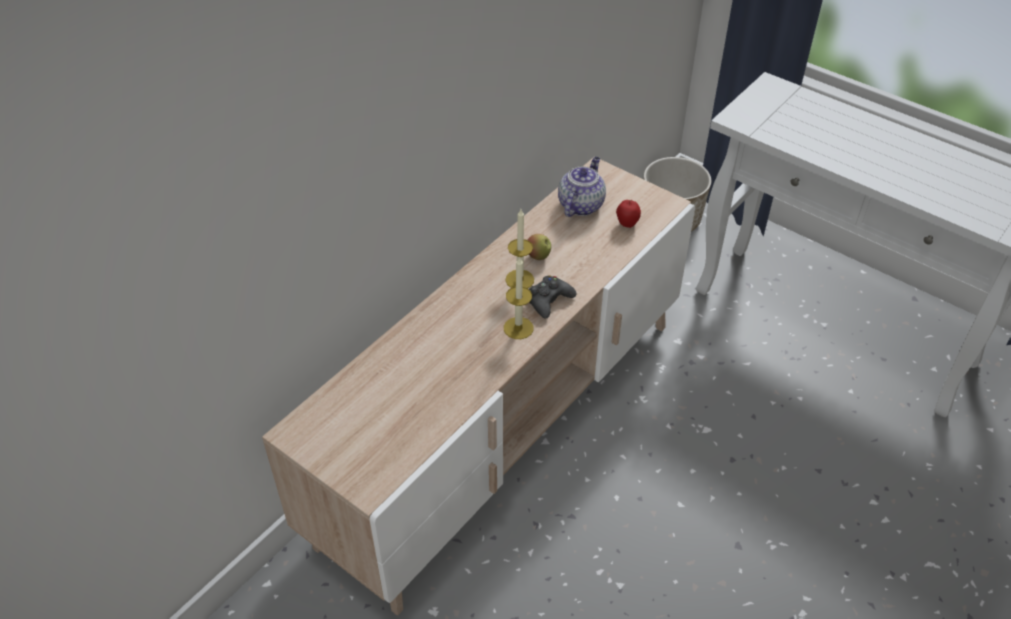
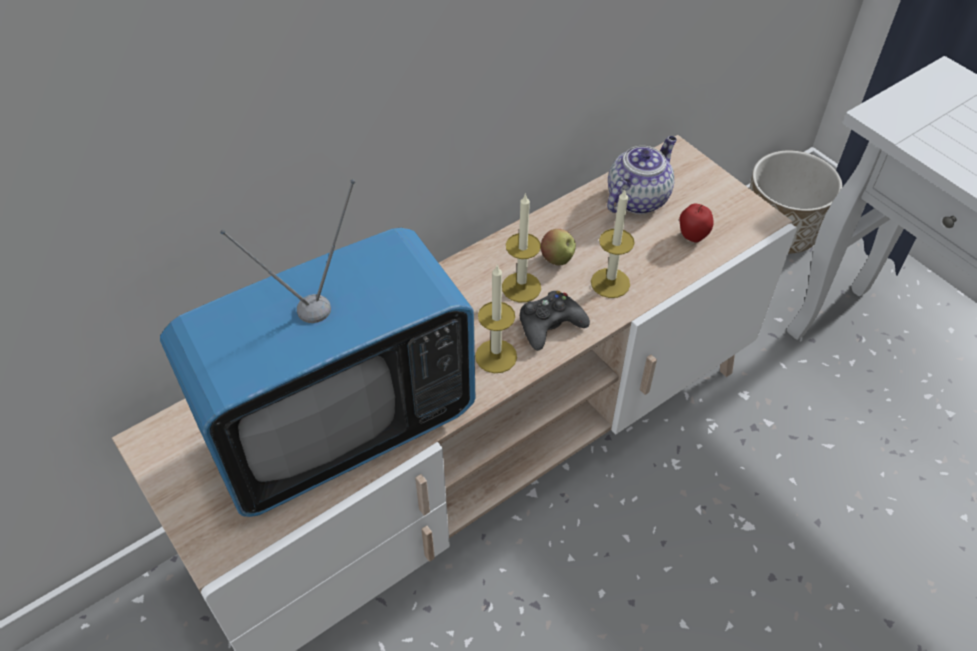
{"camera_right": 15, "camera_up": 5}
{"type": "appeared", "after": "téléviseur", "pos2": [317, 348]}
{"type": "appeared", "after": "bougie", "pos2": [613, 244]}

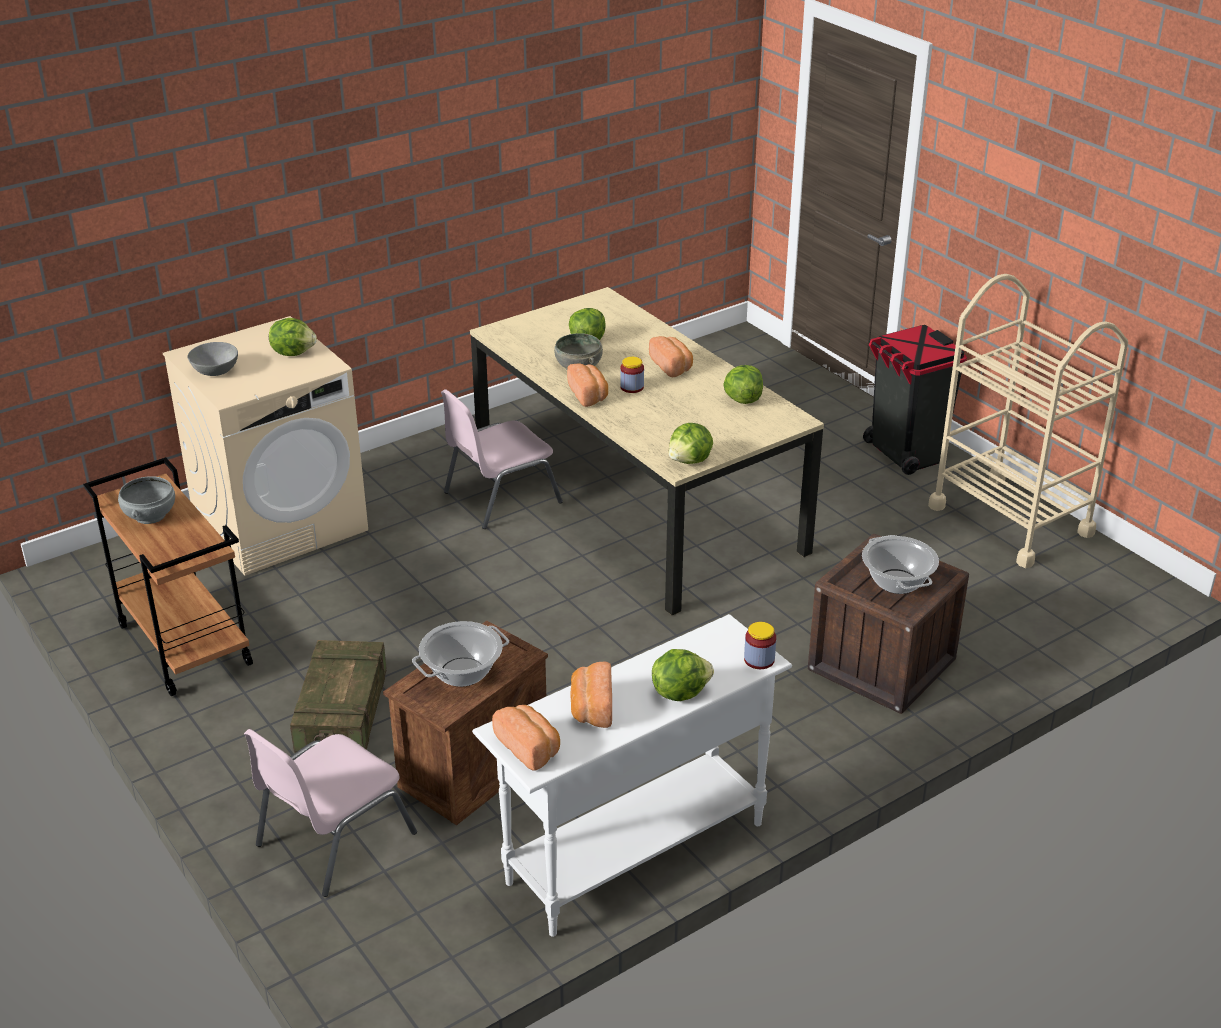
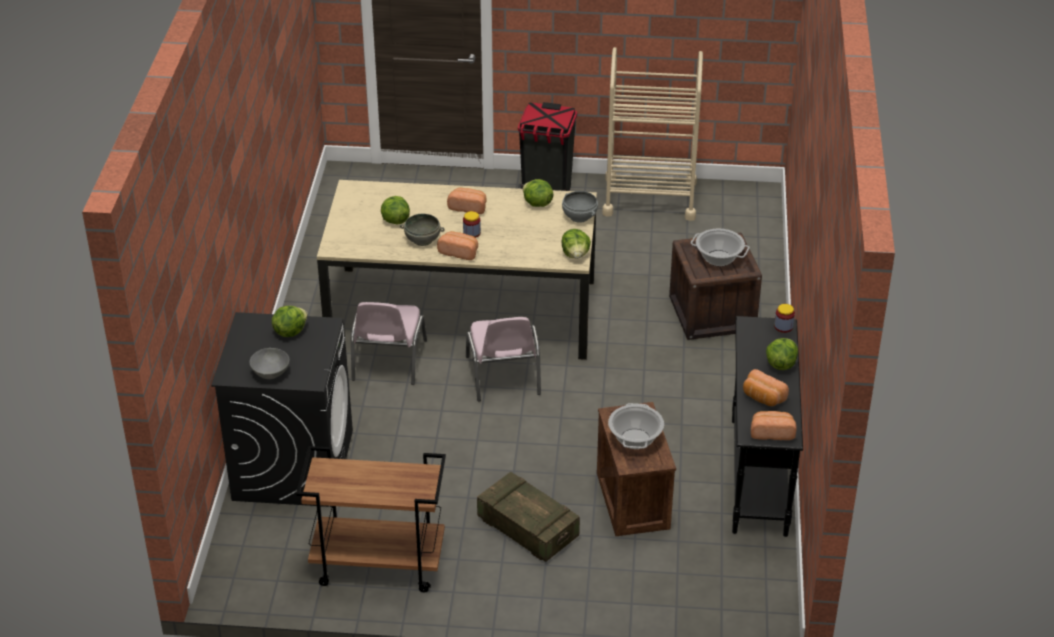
{"camera_right": -50, "camera_up": 5}
{"type": "relocated", "before": "bol [gris]", "pos1": [146, 500], "pos2": [580, 206]}
{"type": "relocated", "before": "chaise [rose]", "pos1": [330, 813], "pos2": [503, 359]}
{"type": "colour", "before": "lave-linge [beige]", "after": "lave-linge [noir]", "pos1": [265, 446], "pos2": [282, 409]}
{"type": "colour", "before": "table console [blanc]", "after": "table console [noir]", "pos1": [632, 775], "pos2": [767, 426]}

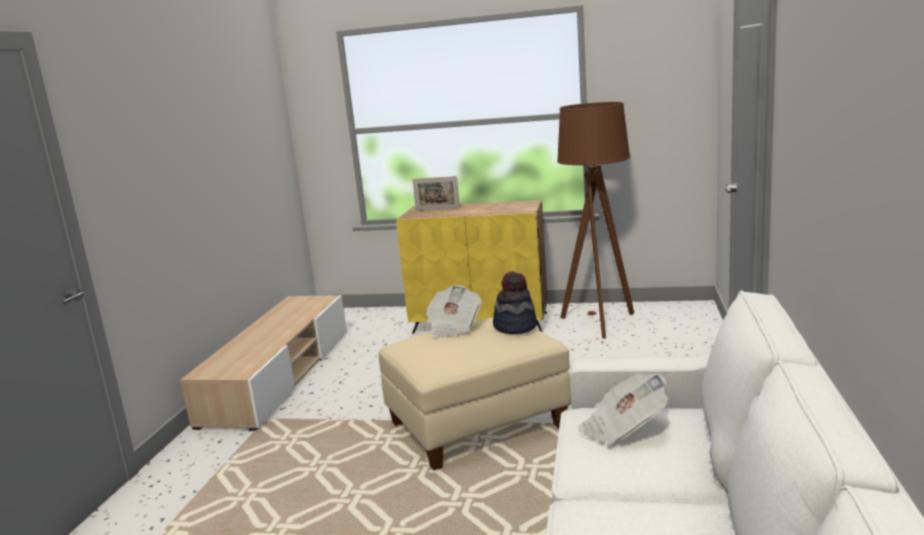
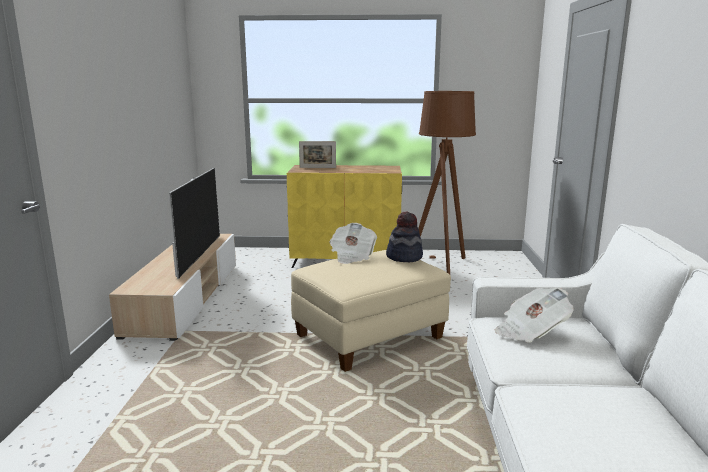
{"camera_right": -10, "camera_up": 0}
{"type": "appeared", "after": "téléviseur", "pos2": [194, 223]}

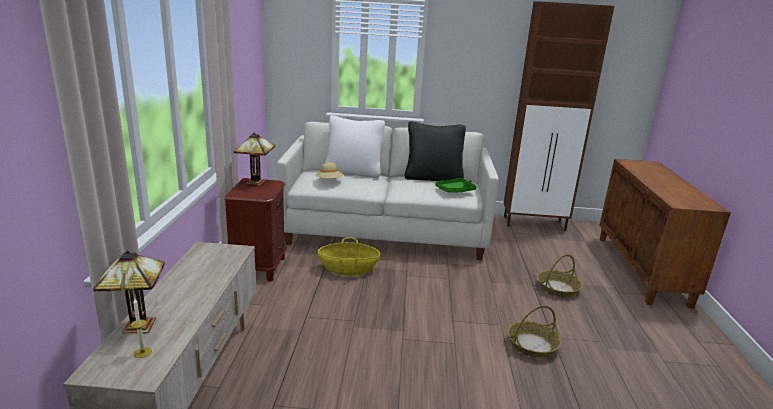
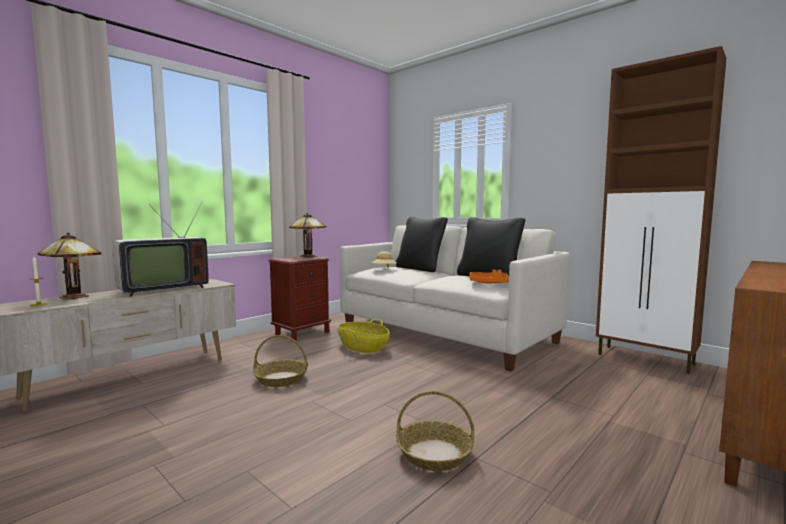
{"camera_right": 40, "camera_up": -15}
{"type": "appeared", "after": "téléviseur", "pos2": [161, 249]}
{"type": "relocated", "before": "panier", "pos1": [560, 275], "pos2": [280, 361]}
{"type": "colour", "before": "coussin [blanc]", "after": "coussin [noir]", "pos1": [355, 146], "pos2": [422, 244]}
{"type": "colour", "before": "plateau [vert]", "after": "plateau [orange]", "pos1": [455, 185], "pos2": [489, 277]}

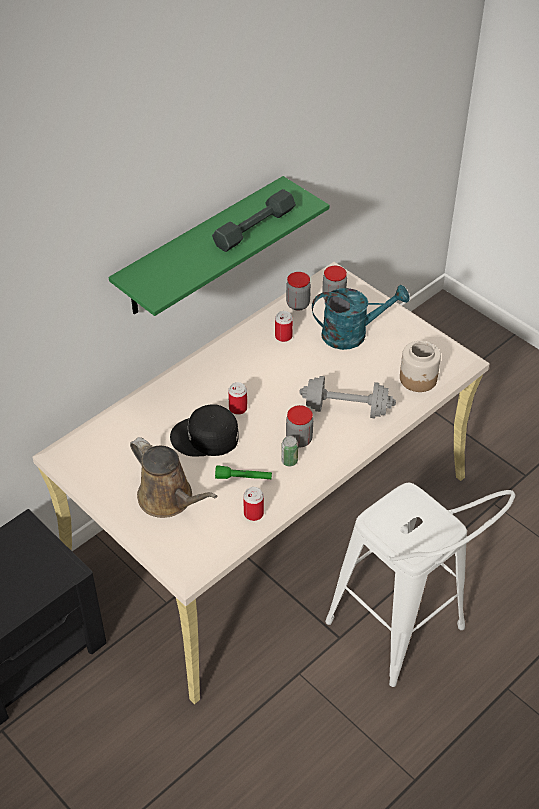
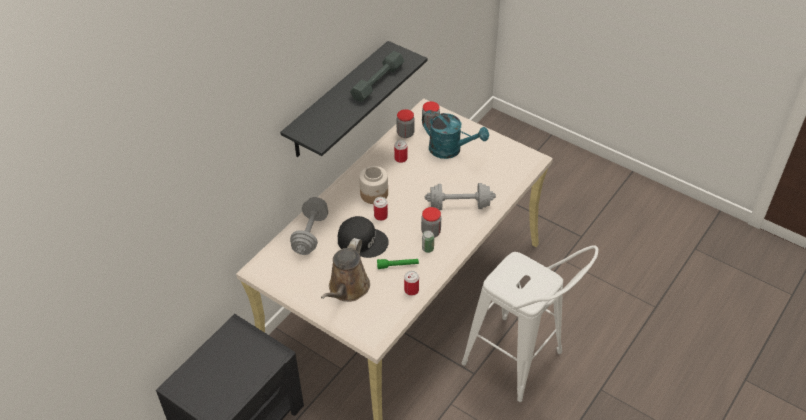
{"camera_right": -10, "camera_up": 0}
{"type": "appeared", "after": "haltère [gris]", "pos2": [309, 226]}
{"type": "relocated", "before": "bocal", "pos1": [420, 366], "pos2": [373, 185]}
{"type": "colour", "before": "étagère [vert]", "after": "étagère [noir]", "pos1": [219, 246], "pos2": [353, 99]}
{"type": "spun", "before": "arrosoir [marron]", "pos1": [173, 477], "pos2": [345, 270], "turn": 75}
{"type": "spun", "before": "casquette [noir]", "pos1": [204, 430], "pos2": [363, 237], "turn": -150}
{"type": "spun", "before": "arrosoir [turquoise]", "pos1": [361, 317], "pos2": [455, 134], "turn": 45}

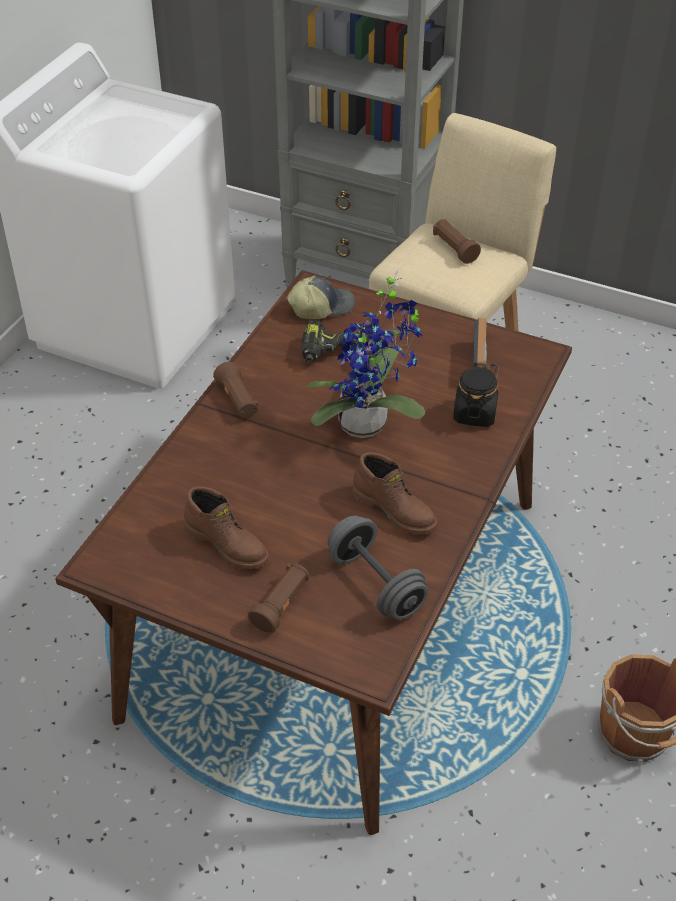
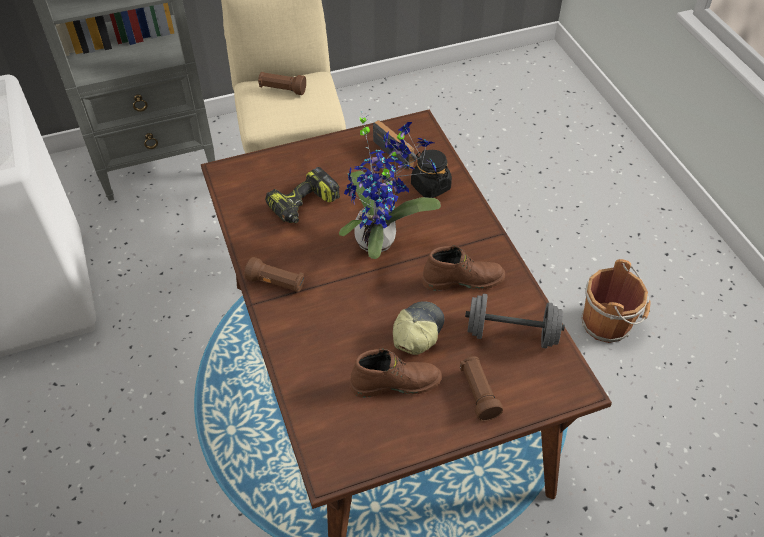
{"camera_right": -45, "camera_up": 5}
{"type": "relocated", "before": "casquette", "pos1": [321, 297], "pos2": [418, 328]}

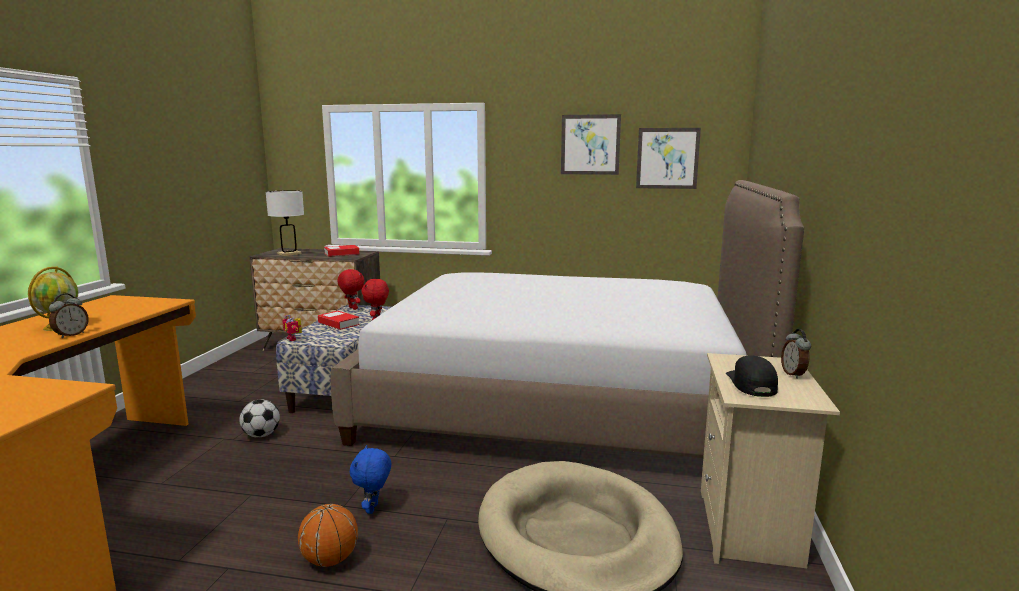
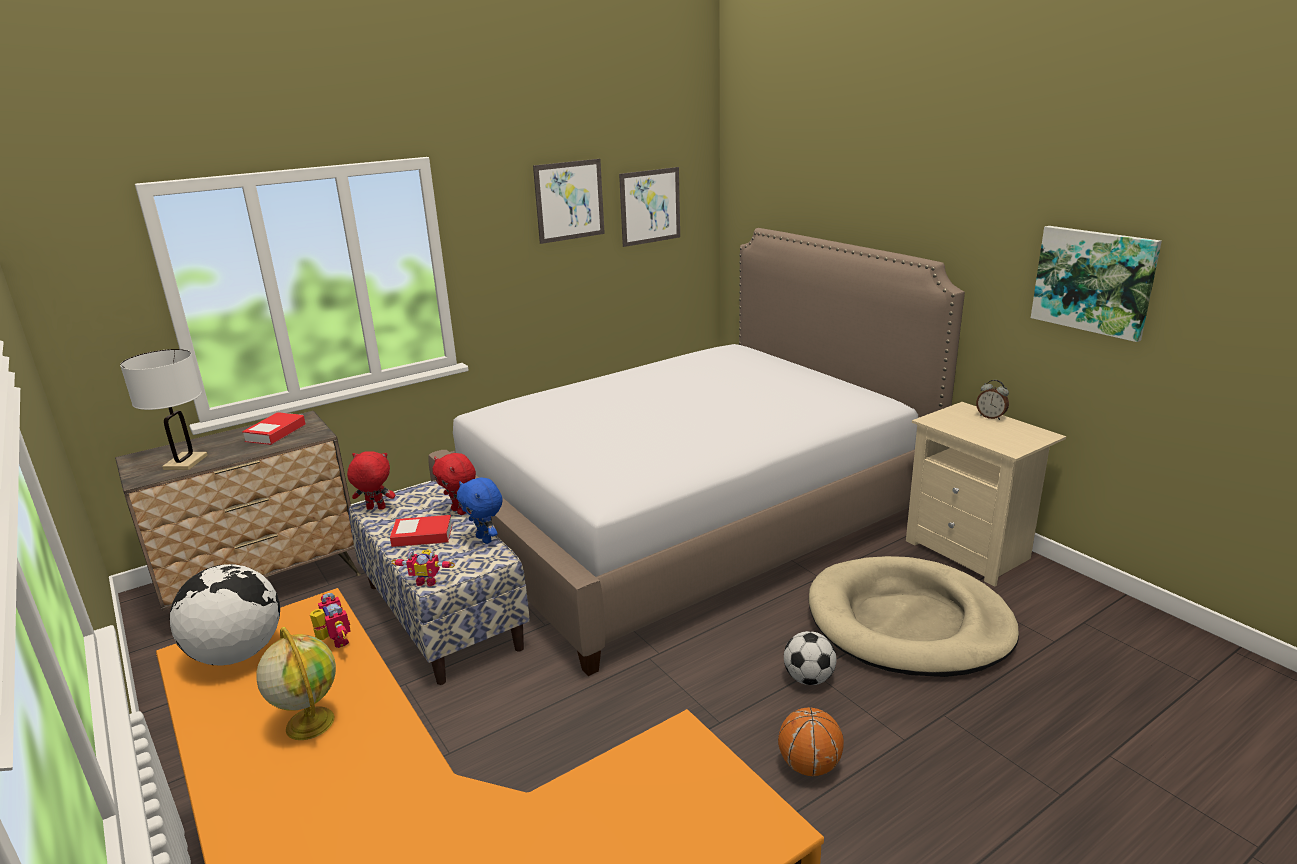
{"camera_right": -45, "camera_up": 10}
{"type": "missing", "before": "réveil", "pos1": [69, 316]}
{"type": "missing", "before": "casquette [noir]", "pos1": [752, 376]}
{"type": "appeared", "after": "globe", "pos2": [225, 615]}
{"type": "appeared", "after": "robot jouet", "pos2": [330, 620]}
{"type": "appeared", "after": "tableau", "pos2": [1096, 284]}
{"type": "relocated", "before": "ballon de foot", "pos1": [259, 418], "pos2": [810, 658]}
{"type": "relocated", "before": "peluche [bleu]", "pos1": [370, 479], "pos2": [480, 510]}

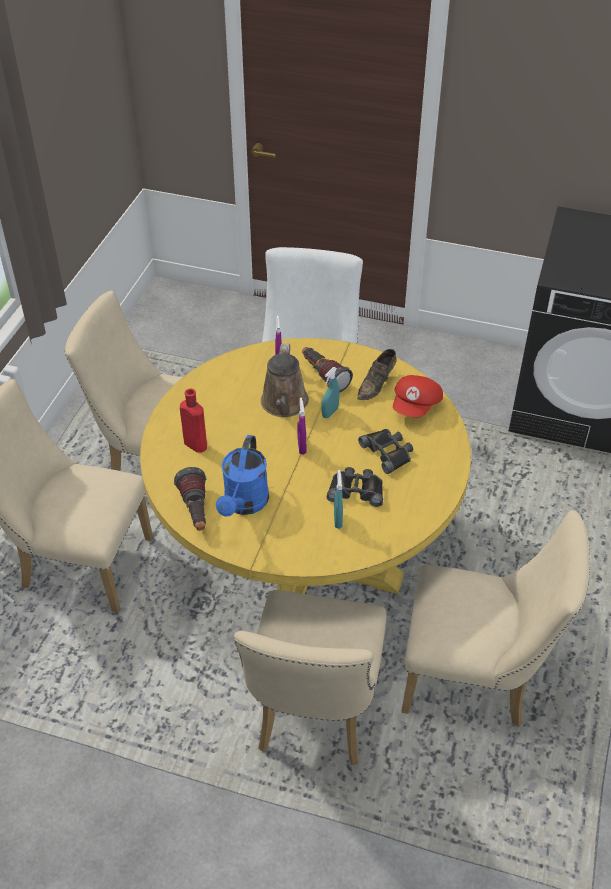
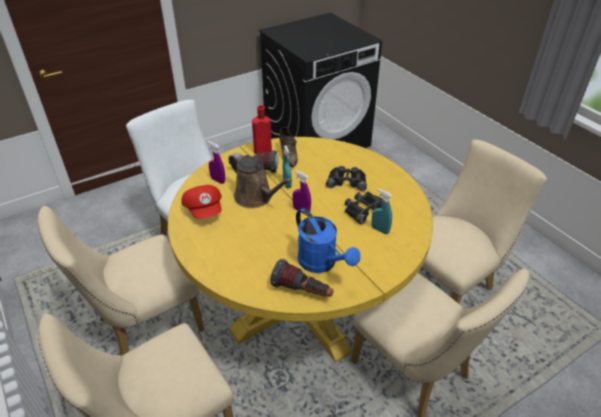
{"camera_right": -50, "camera_up": -5}
{"type": "relocated", "before": "bouteille [rouge]", "pos1": [193, 420], "pos2": [262, 130]}
{"type": "relocated", "before": "casquette [rouge]", "pos1": [418, 396], "pos2": [201, 202]}

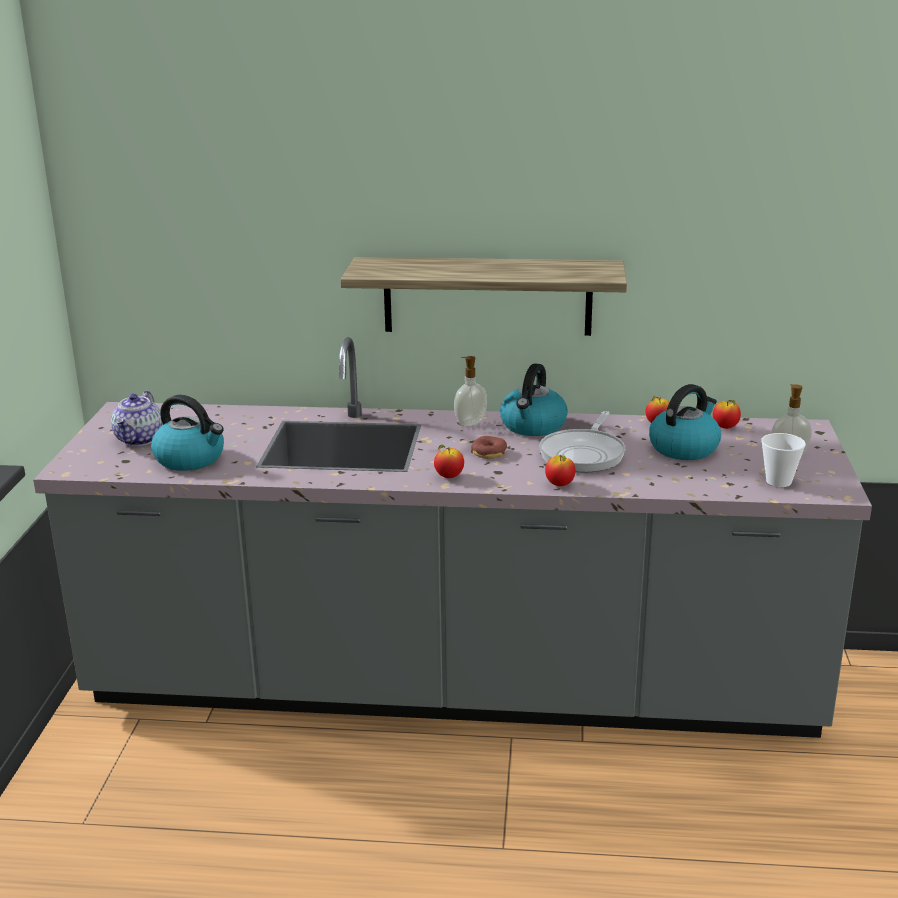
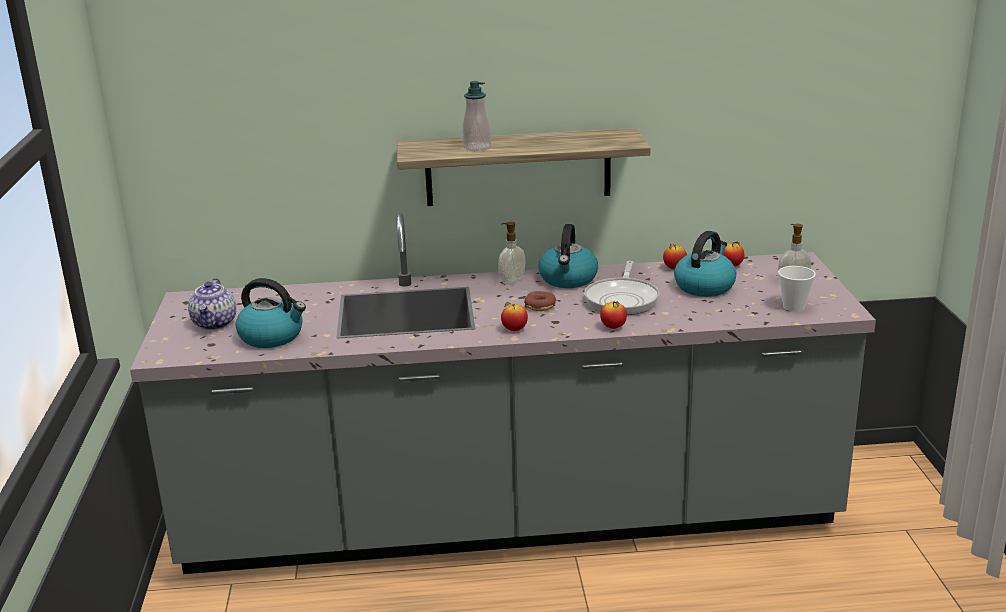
{"camera_right": -10, "camera_up": 0}
{"type": "appeared", "after": "distributeur de savon", "pos2": [477, 116]}

